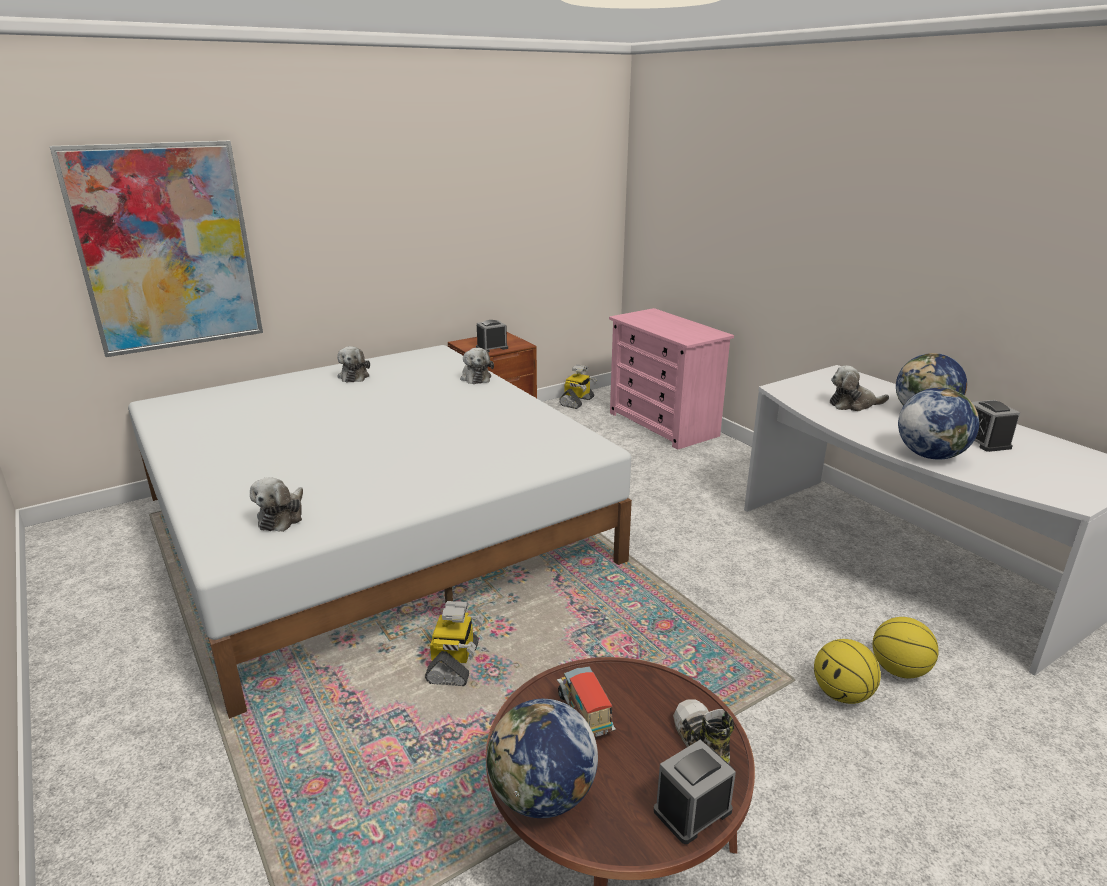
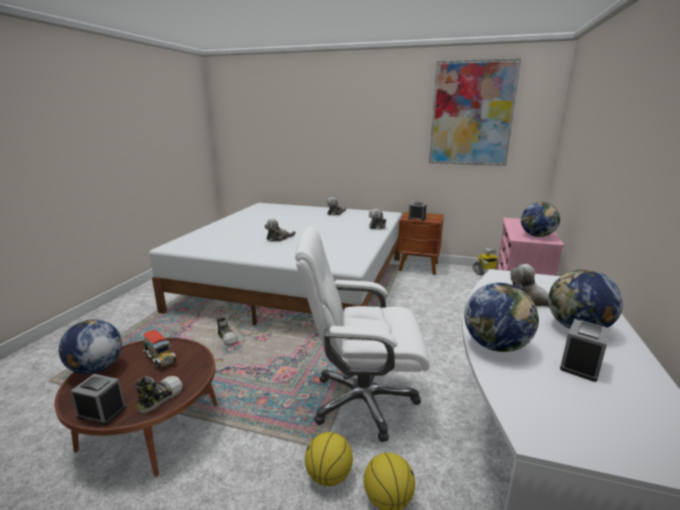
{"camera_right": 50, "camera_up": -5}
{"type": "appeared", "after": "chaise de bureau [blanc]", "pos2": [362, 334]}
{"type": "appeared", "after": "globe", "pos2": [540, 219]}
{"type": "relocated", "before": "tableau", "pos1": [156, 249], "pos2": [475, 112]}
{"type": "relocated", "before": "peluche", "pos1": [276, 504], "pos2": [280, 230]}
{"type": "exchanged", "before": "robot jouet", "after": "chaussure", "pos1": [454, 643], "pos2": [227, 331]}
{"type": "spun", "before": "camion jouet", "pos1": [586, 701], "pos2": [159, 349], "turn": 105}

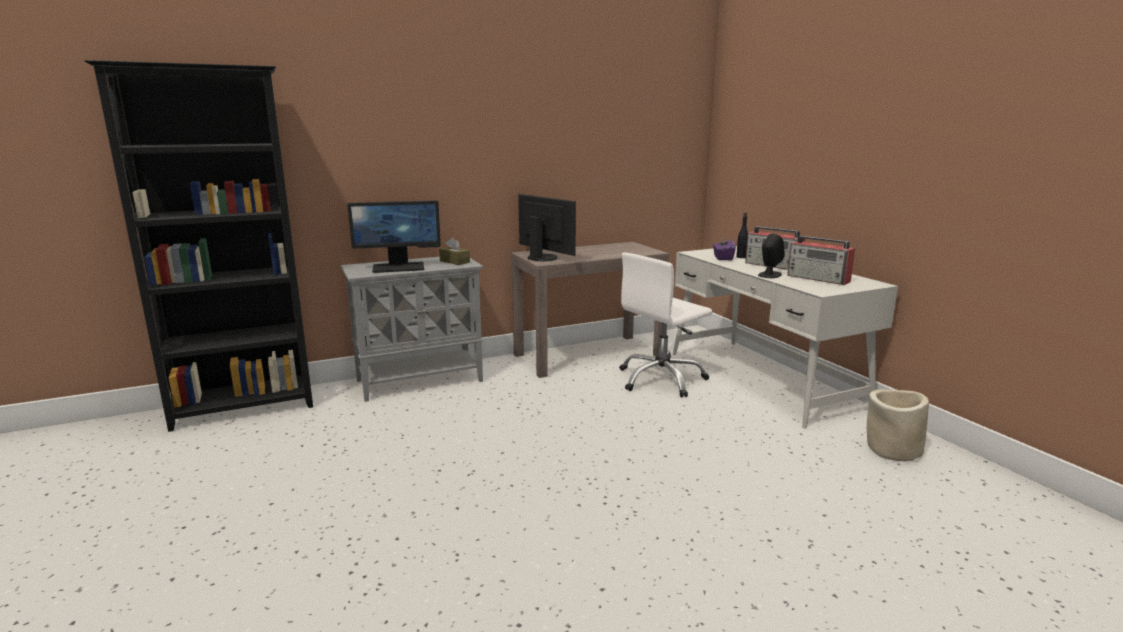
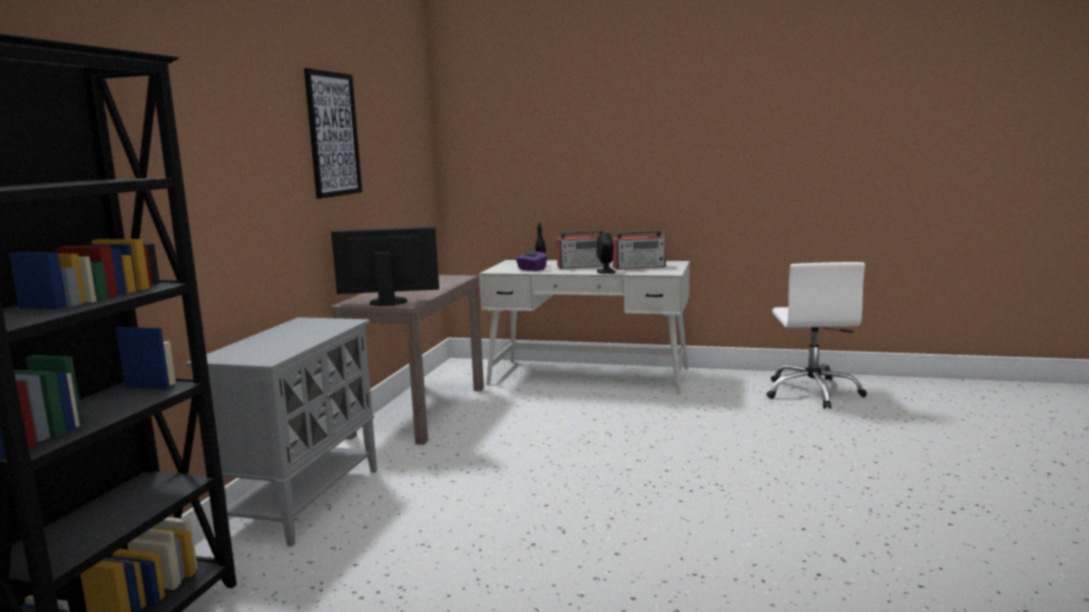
{"camera_right": -50, "camera_up": -5}
{"type": "missing", "before": "écran d'ordinateur", "pos1": [394, 236]}
{"type": "missing", "before": "boîte à mouchoirs [marron]", "pos1": [454, 251]}
{"type": "missing", "before": "cache-pot [beige]", "pos1": [898, 425]}
{"type": "appeared", "after": "tableau", "pos2": [333, 133]}
{"type": "relocated", "before": "chaise de bureau [blanc]", "pos1": [666, 325], "pos2": [817, 335]}

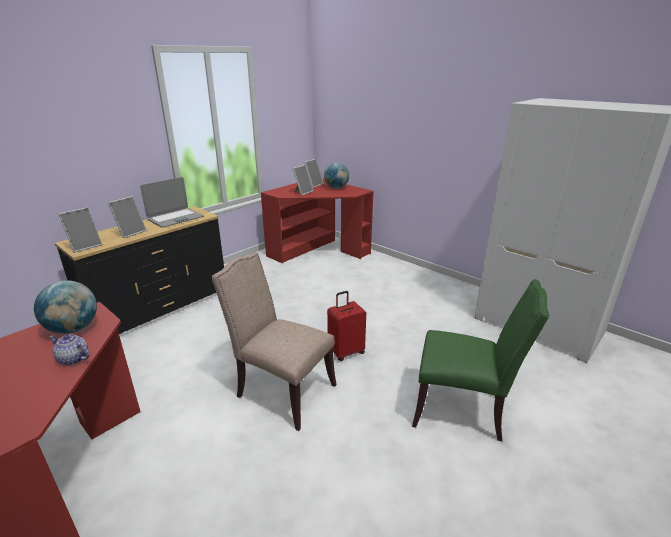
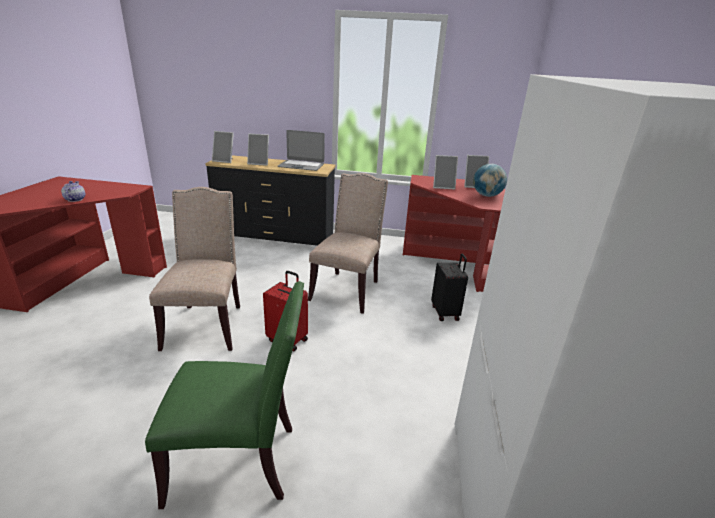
{"camera_right": 55, "camera_up": 0}
{"type": "missing", "before": "globe", "pos1": [65, 307]}
{"type": "appeared", "after": "chaise [beige]", "pos2": [348, 243]}
{"type": "appeared", "after": "valise [noir]", "pos2": [449, 287]}
{"type": "spun", "before": "chaise [vert]", "pos1": [480, 360], "pos2": [224, 395], "turn": -75}

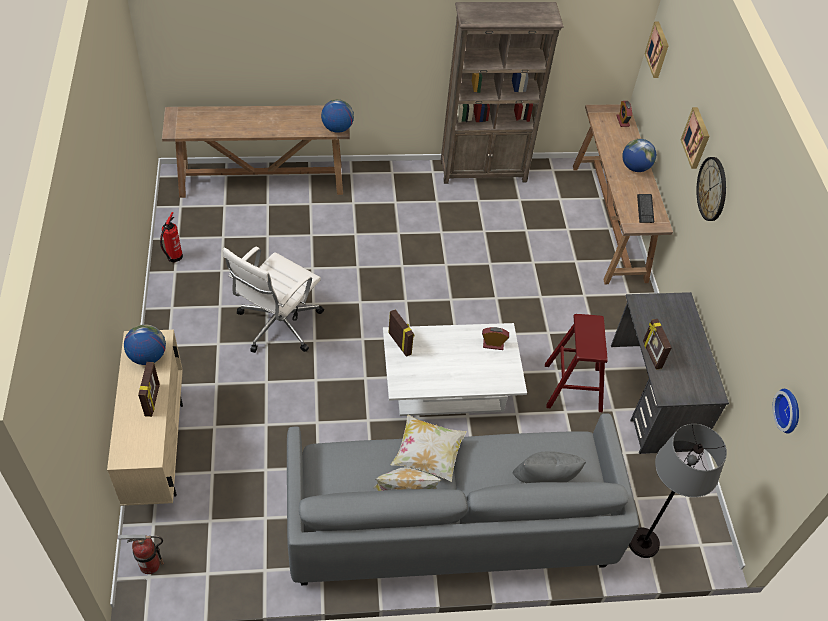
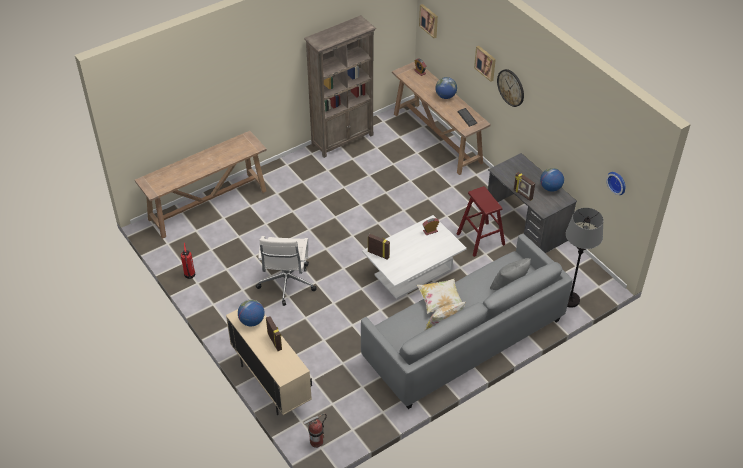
{"camera_right": -25, "camera_up": -5}
{"type": "relocated", "before": "globe", "pos1": [337, 116], "pos2": [552, 180]}

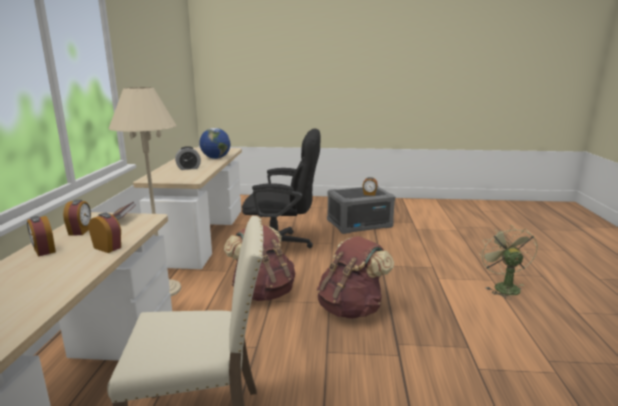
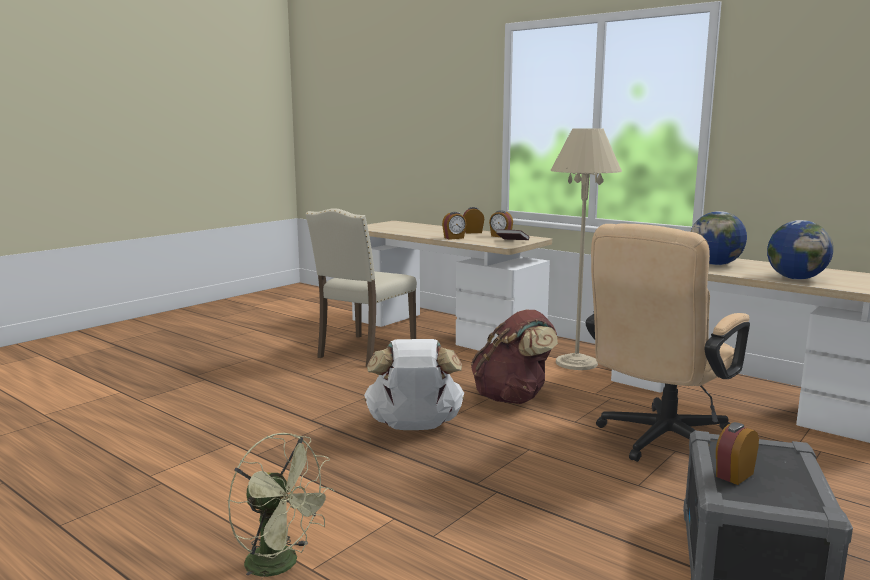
{"camera_right": 125, "camera_up": -5}
{"type": "exchanged", "before": "réveil", "after": "globe", "pos1": [188, 158], "pos2": [719, 238]}
{"type": "colour", "before": "chaise de bureau [noir]", "after": "chaise de bureau [beige]", "pos1": [281, 188], "pos2": [668, 342]}
{"type": "colour", "before": "sac à dos [marron]", "after": "sac à dos [blanc]", "pos1": [355, 277], "pos2": [414, 384]}

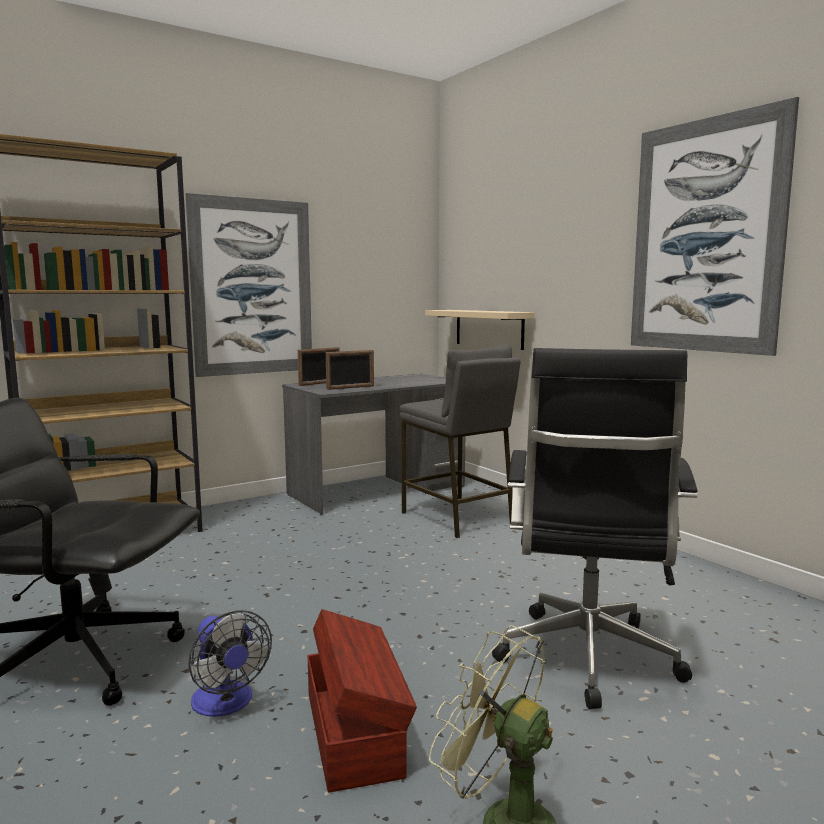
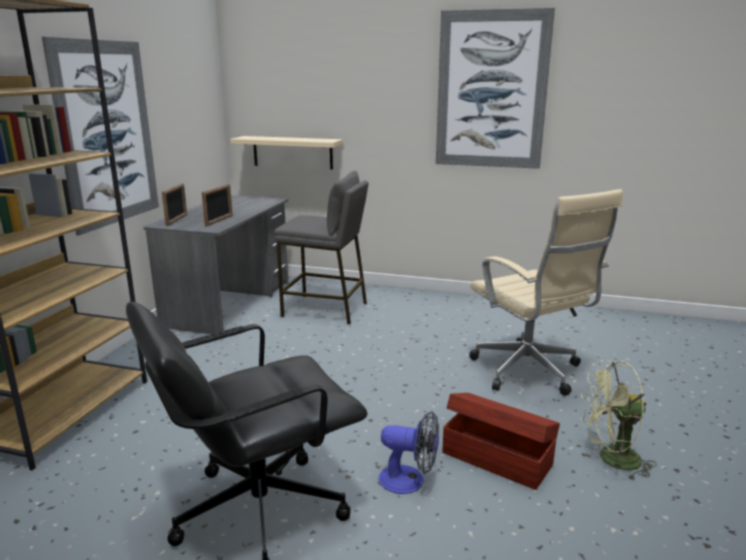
{"camera_right": -40, "camera_up": 10}
{"type": "colour", "before": "chaise de bureau [noir]", "after": "chaise de bureau [beige]", "pos1": [595, 528], "pos2": [546, 292]}

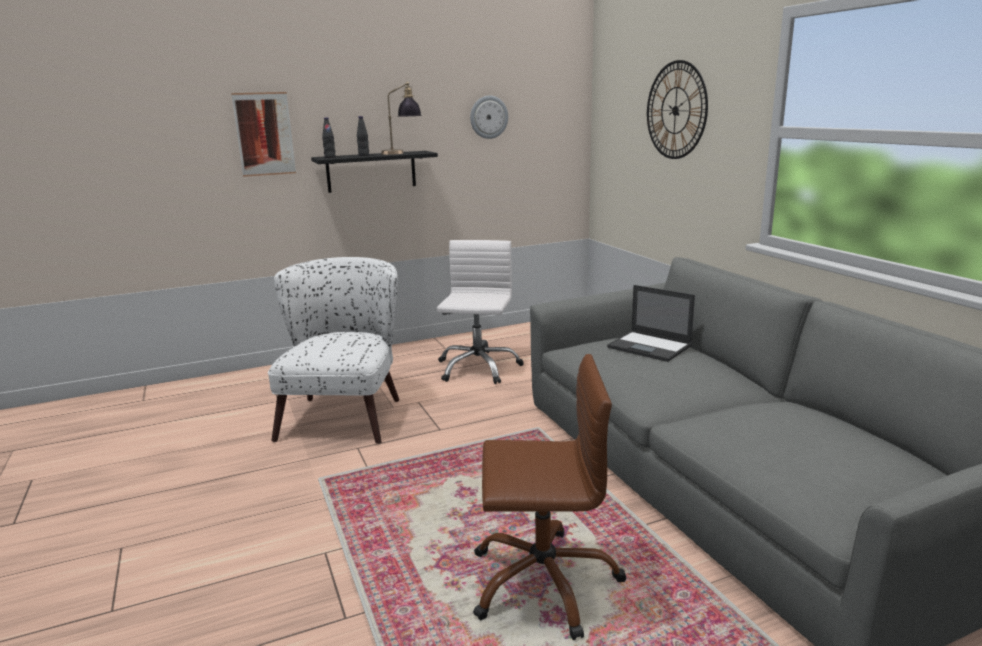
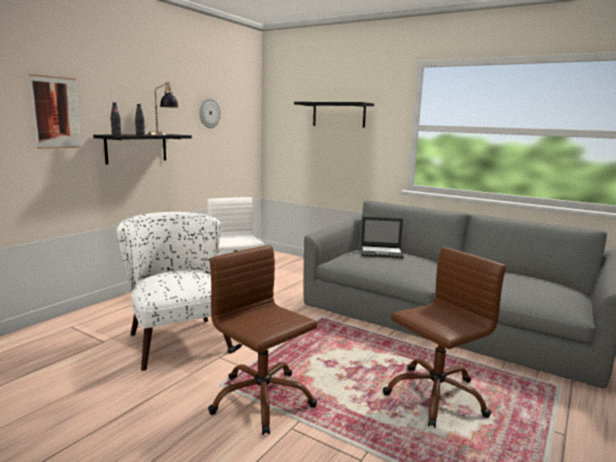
{"camera_right": -35, "camera_up": -5}
{"type": "appeared", "after": "chaise de bureau [marron]", "pos2": [262, 340]}
{"type": "exchanged", "before": "horloge murale", "after": "étagère [noir]", "pos1": [677, 109], "pos2": [334, 115]}

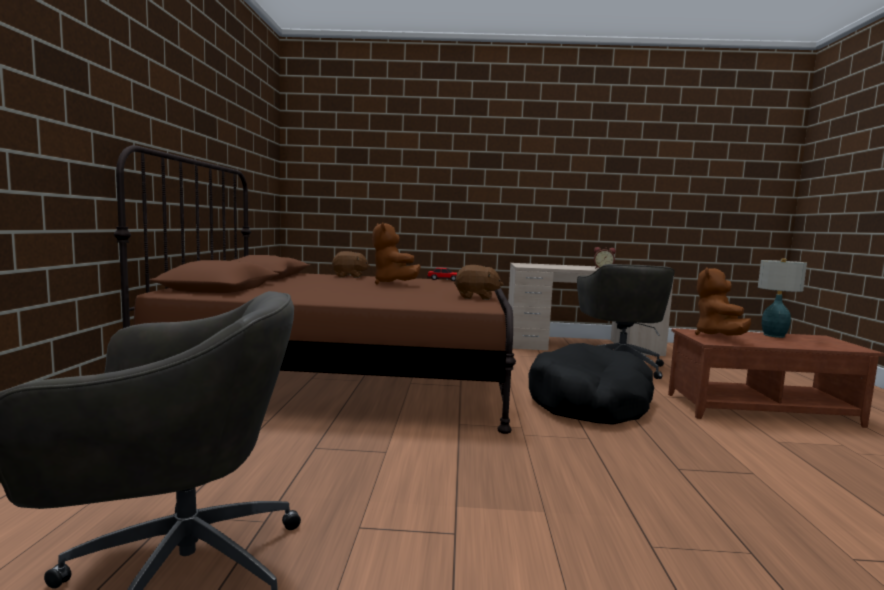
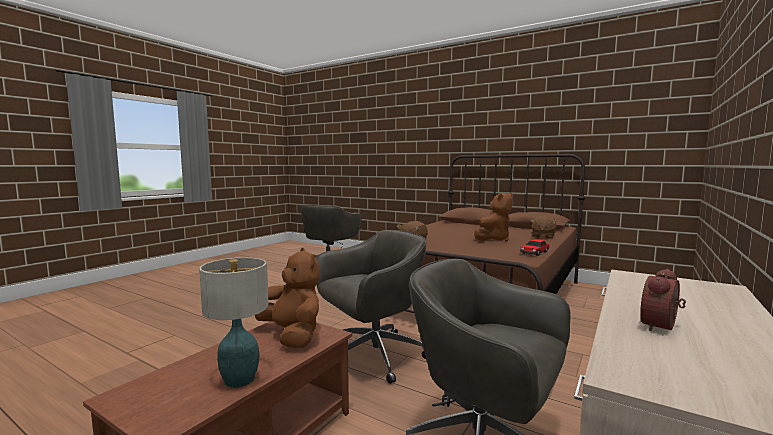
{"camera_right": 120, "camera_up": 0}
{"type": "exchanged", "before": "panier pour chien [noir]", "after": "chaise de bureau [gris]", "pos1": [591, 384], "pos2": [371, 307]}
{"type": "spun", "before": "peluche [marron]", "pos1": [396, 253], "pos2": [493, 217], "turn": 135}

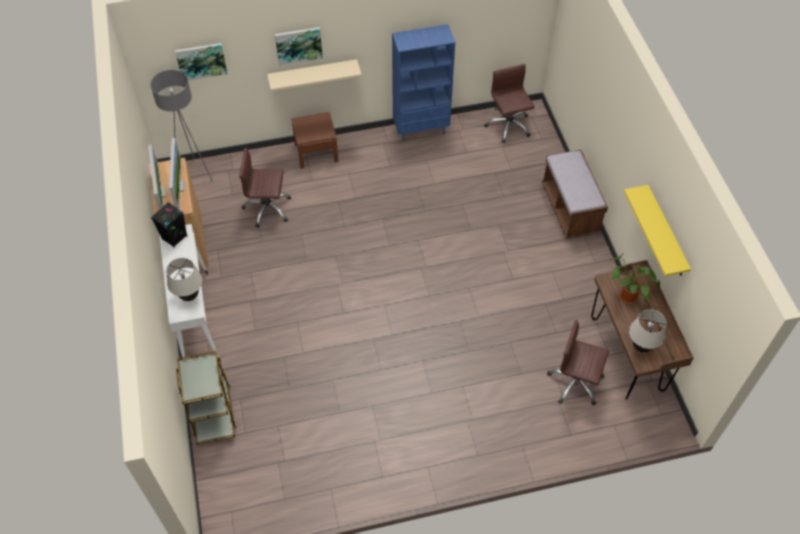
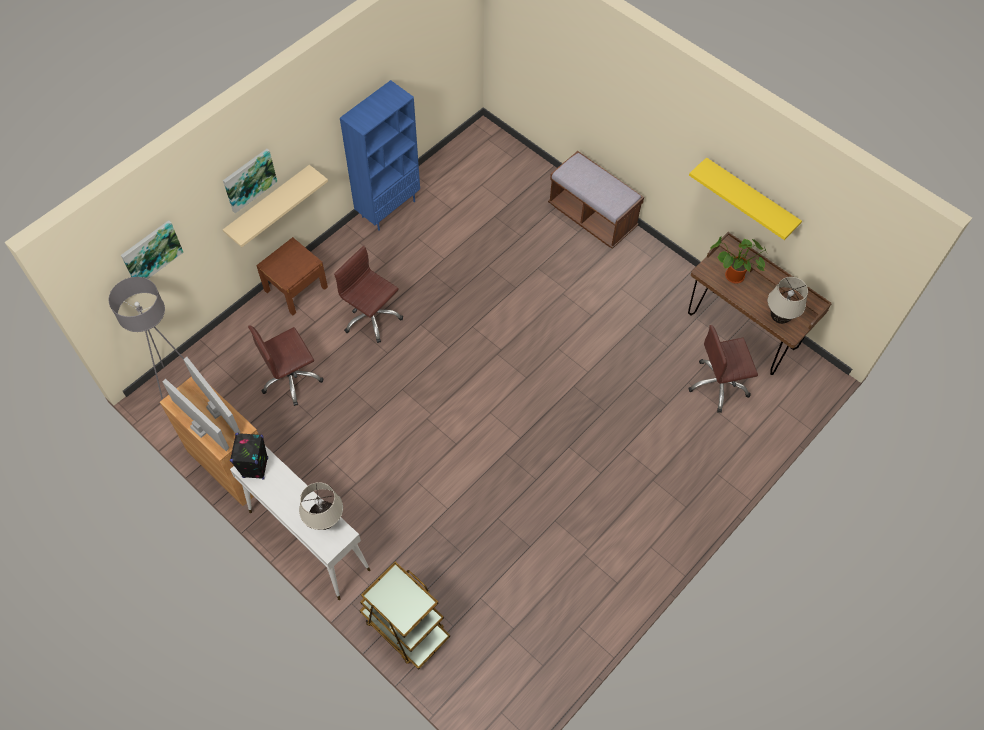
{"camera_right": -35, "camera_up": 5}
{"type": "relocated", "before": "chaise de bureau [marron]", "pos1": [509, 103], "pos2": [368, 294]}

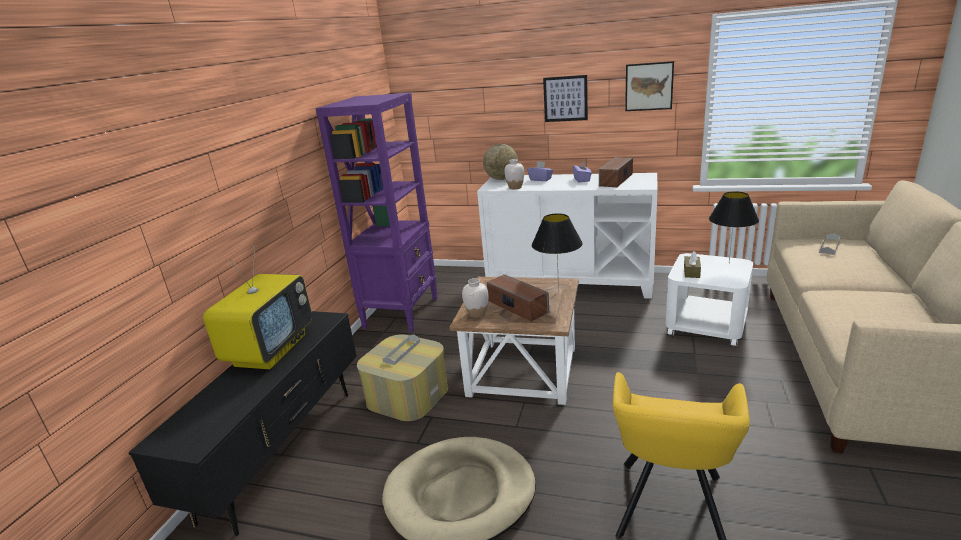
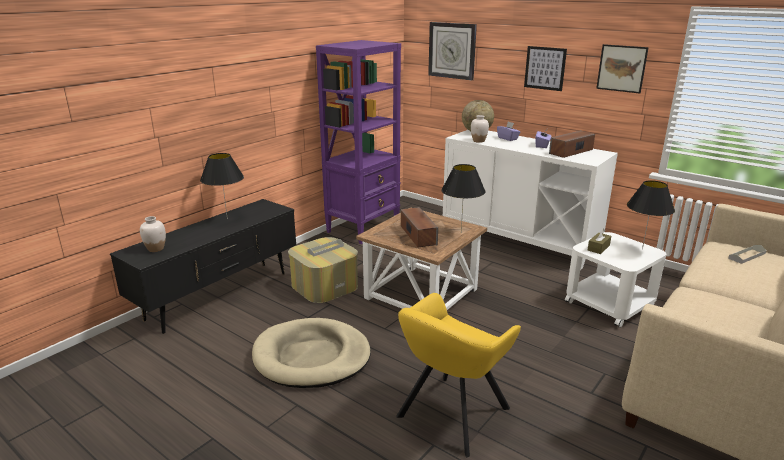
{"camera_right": 20, "camera_up": 0}
{"type": "appeared", "after": "horloge murale", "pos2": [452, 51]}
{"type": "relocated", "before": "vase [blanc]", "pos1": [475, 298], "pos2": [153, 234]}
{"type": "exchanged", "before": "téléviseur", "after": "lampe de table [noir]", "pos1": [257, 307], "pos2": [222, 186]}

